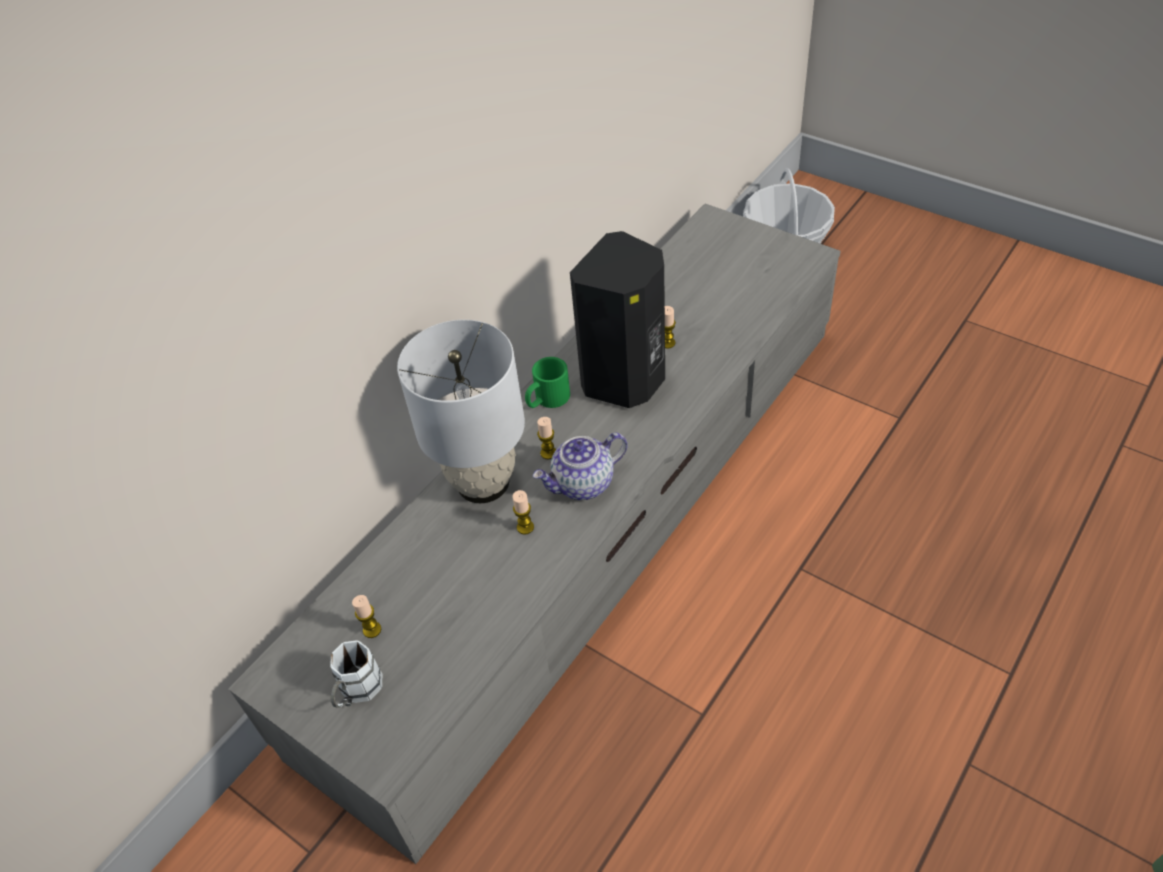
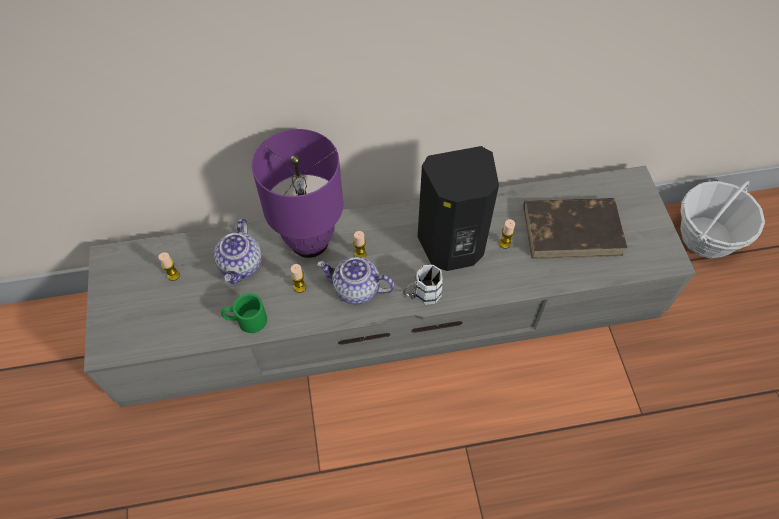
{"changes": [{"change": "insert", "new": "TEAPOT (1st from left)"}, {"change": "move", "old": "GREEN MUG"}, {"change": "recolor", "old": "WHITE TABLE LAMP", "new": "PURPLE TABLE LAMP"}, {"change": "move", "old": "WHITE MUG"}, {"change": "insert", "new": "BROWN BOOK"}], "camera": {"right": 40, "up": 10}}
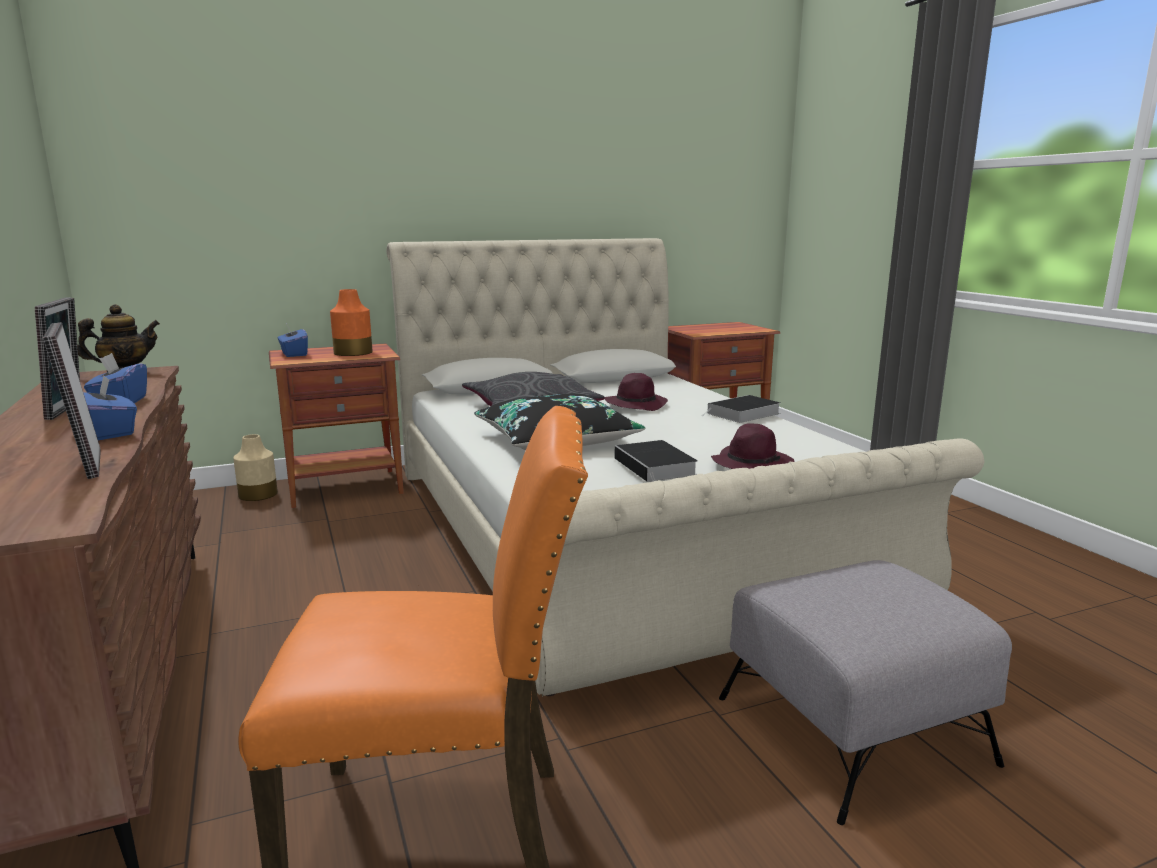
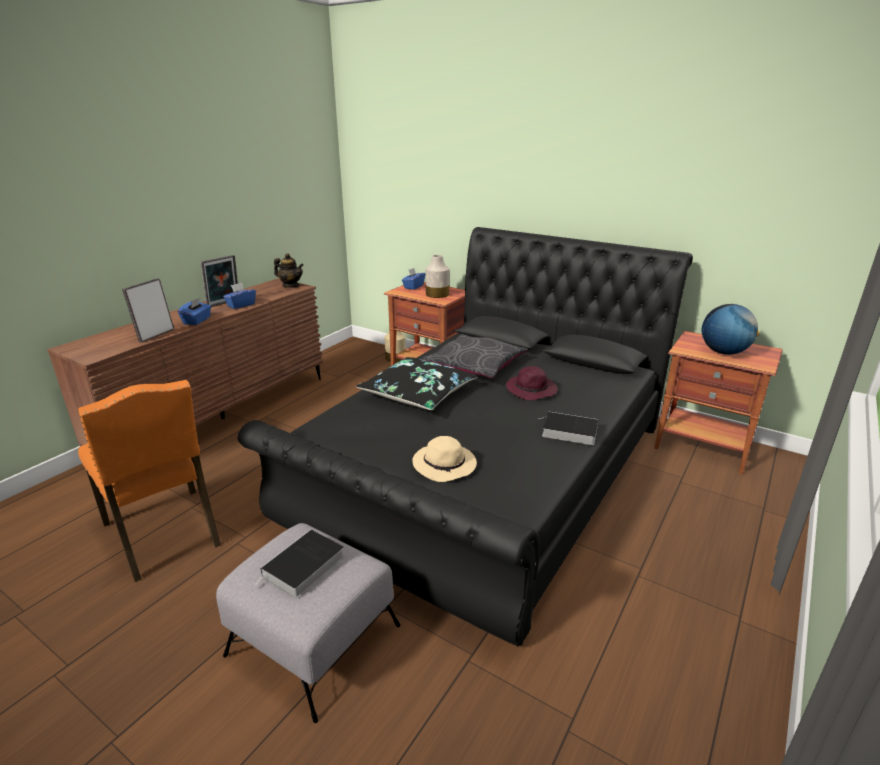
{"changes": [{"change": "recolor", "old": "BEIGE BED", "new": "BLACK BED"}, {"change": "move", "old": "BOOK (1st from left)"}, {"change": "recolor", "old": "PURPLE HAT (2nd from left)", "new": "BEIGE HAT"}, {"change": "recolor", "old": "ORANGE VASE", "new": "BEIGE VASE (2nd from left)"}, {"change": "insert", "new": "GLOBE"}], "camera": {"right": 55, "up": 10}}
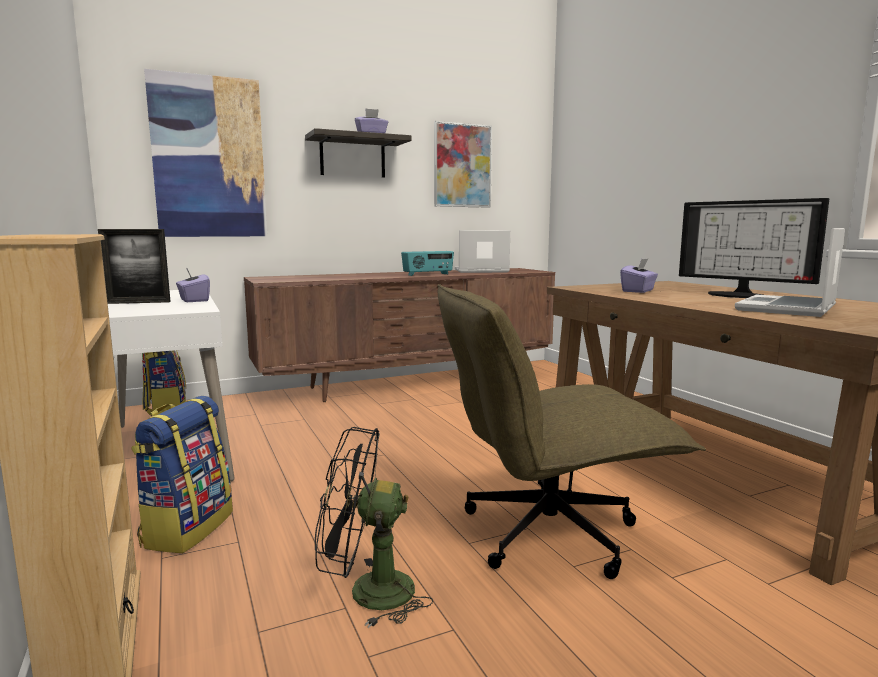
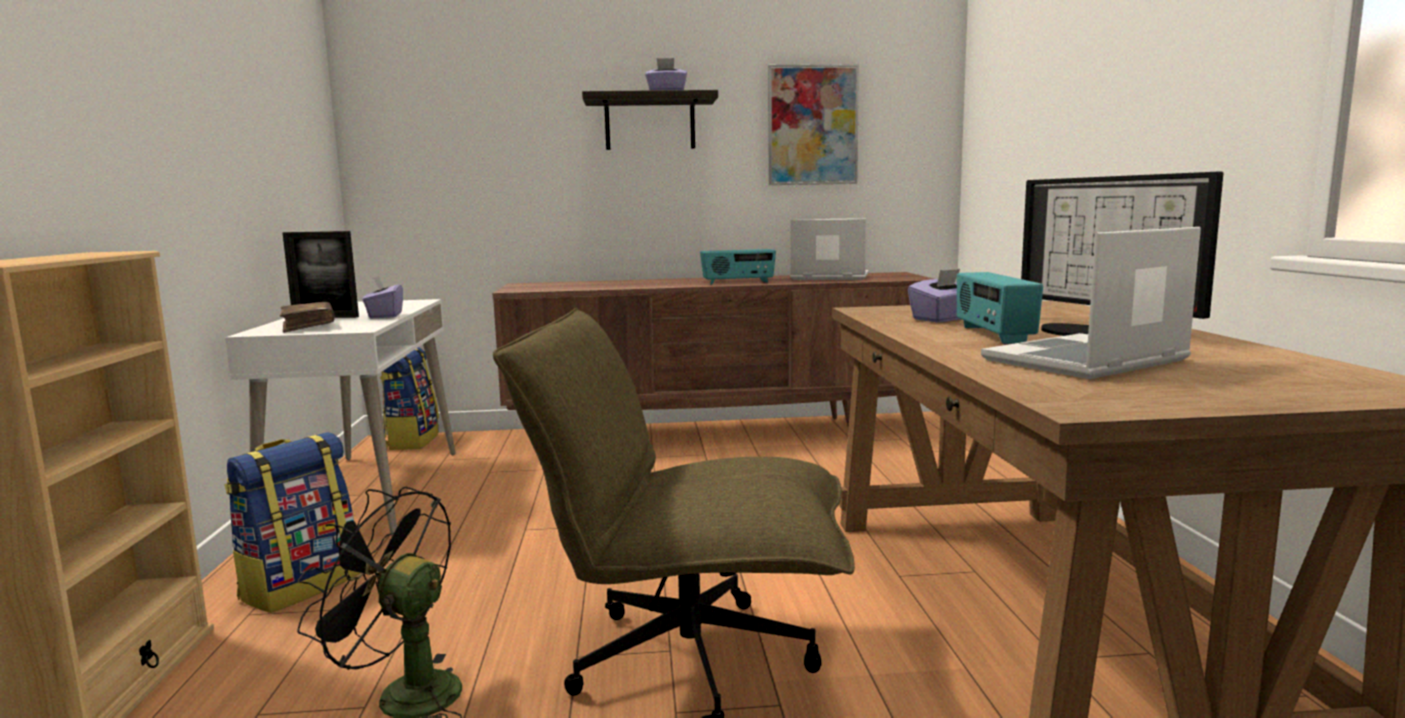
{"changes": [{"change": "insert", "new": "BROWN BOOK"}, {"change": "insert", "new": "RADIO (2nd from left)"}, {"change": "delete", "old": "PICTURE (1st from left)"}], "camera": {"right": 20, "up": 0}}
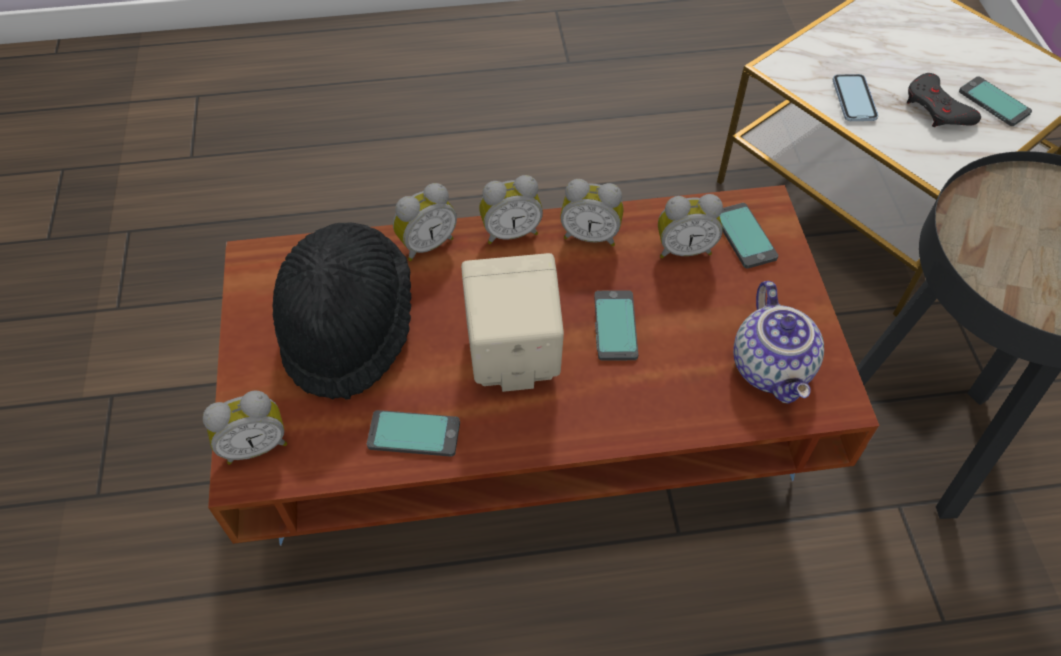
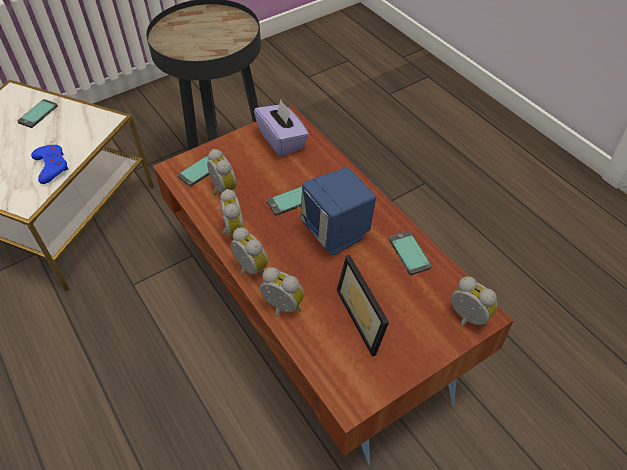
{"changes": [{"change": "replace", "old": "PHONE (4th from left)", "new": "BLUE GAME CONTROLLER"}, {"change": "replace", "old": "TEAPOT", "new": "PURPLE TISSUE BOX"}, {"change": "recolor", "old": "BEIGE SPEAKER", "new": "BLUE SPEAKER"}, {"change": "replace", "old": "BLACK HAT", "new": "PICTURE FRAME"}, {"change": "delete", "old": "GREY GAME CONTROLLER"}], "camera": {"right": -115, "up": -5}}
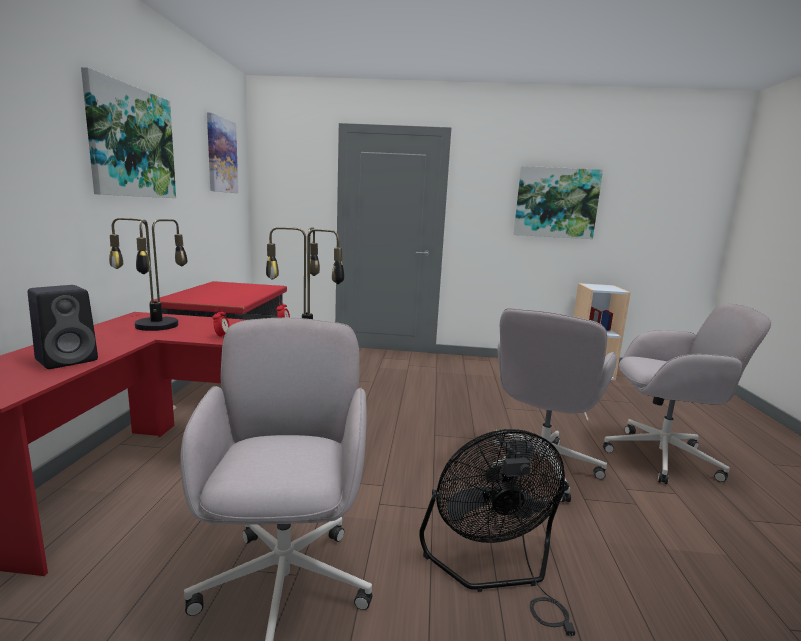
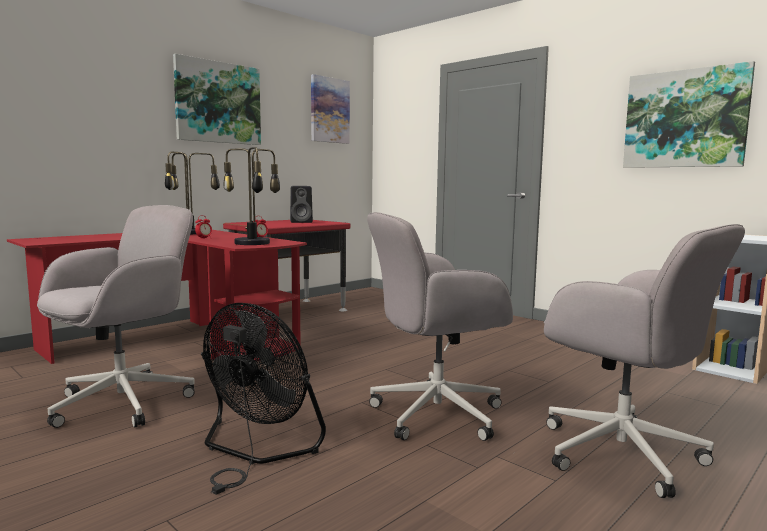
{"changes": [{"change": "move", "old": "BLACK SPEAKER"}], "camera": {"right": 40, "up": -5}}
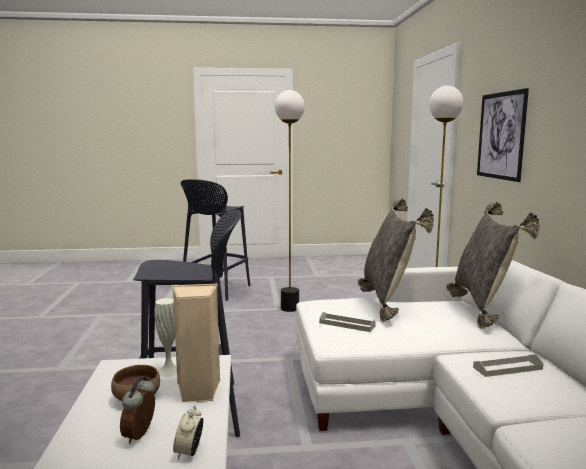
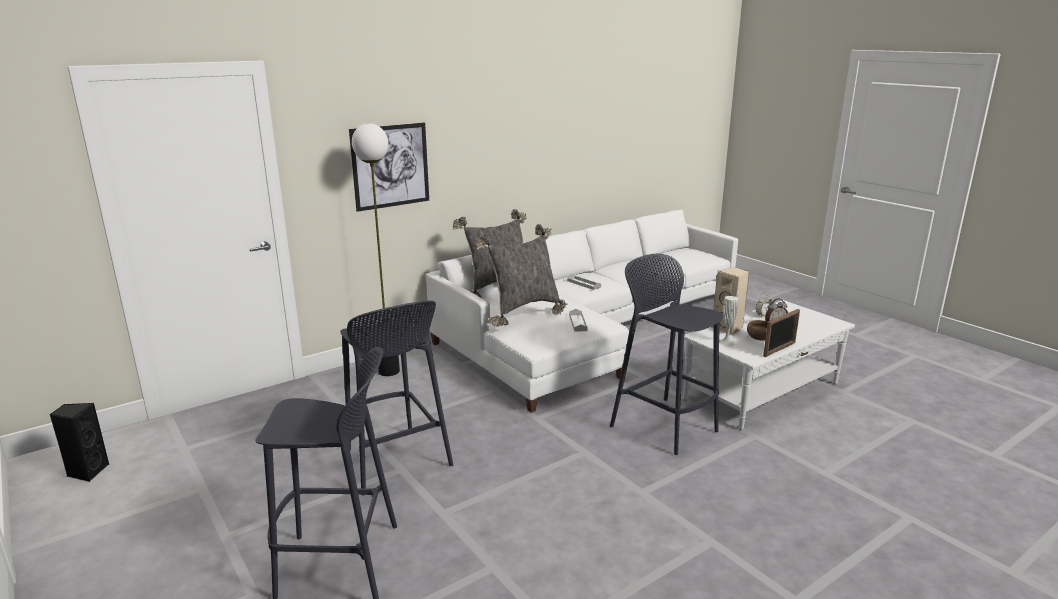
{"changes": [{"change": "insert", "new": "BLACK SPEAKER"}, {"change": "replace", "old": "FLOOR LAMP (1st from left)", "new": "GREY STOOL (2nd from left)"}, {"change": "insert", "new": "PICTURE FRAME"}], "camera": {"right": -120, "up": 10}}
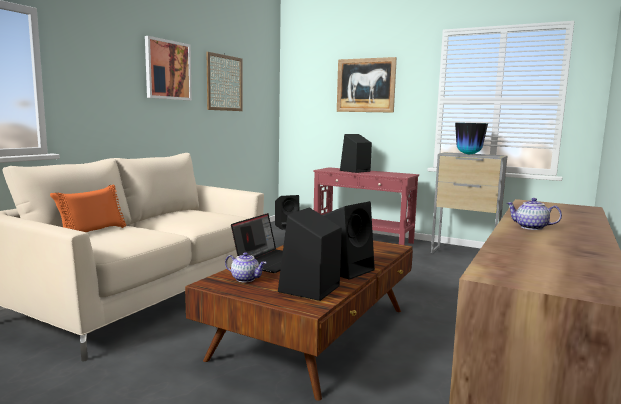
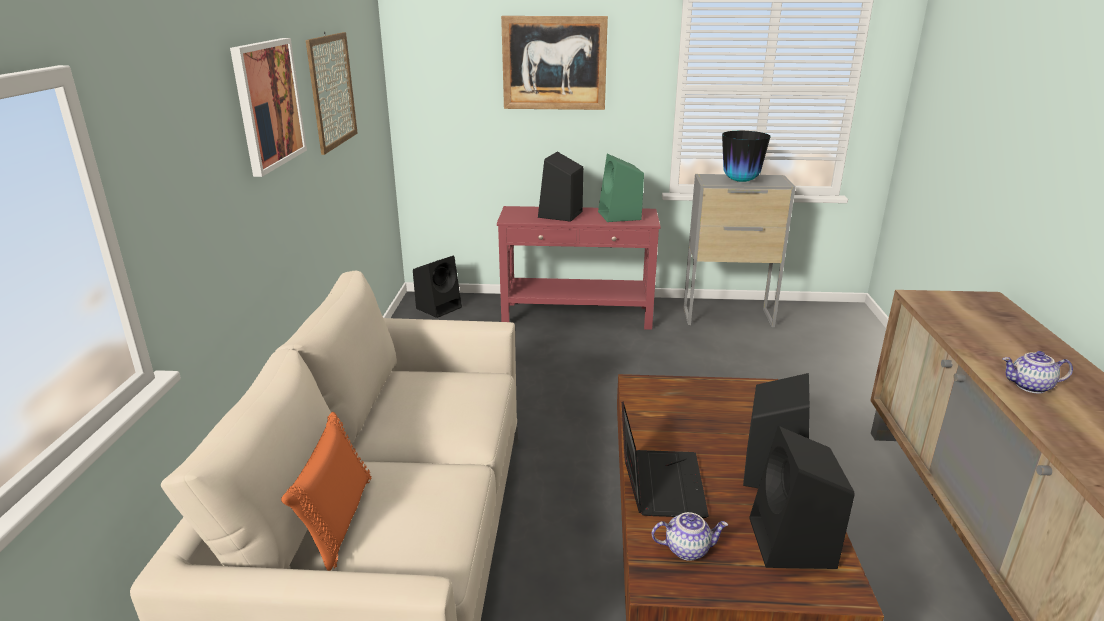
{"changes": [{"change": "insert", "new": "GREEN SPEAKER"}], "camera": {"right": -25, "up": 15}}
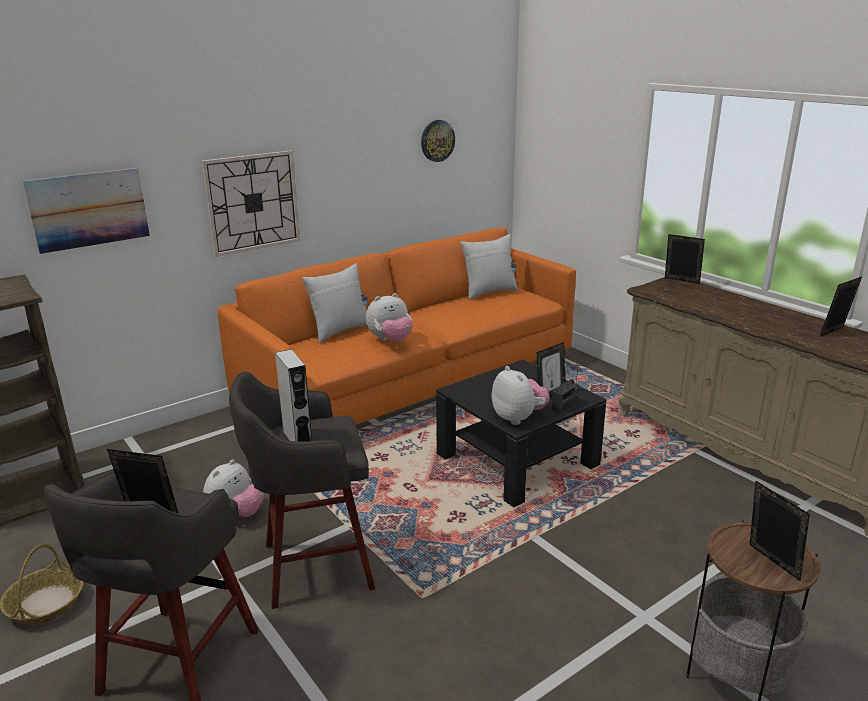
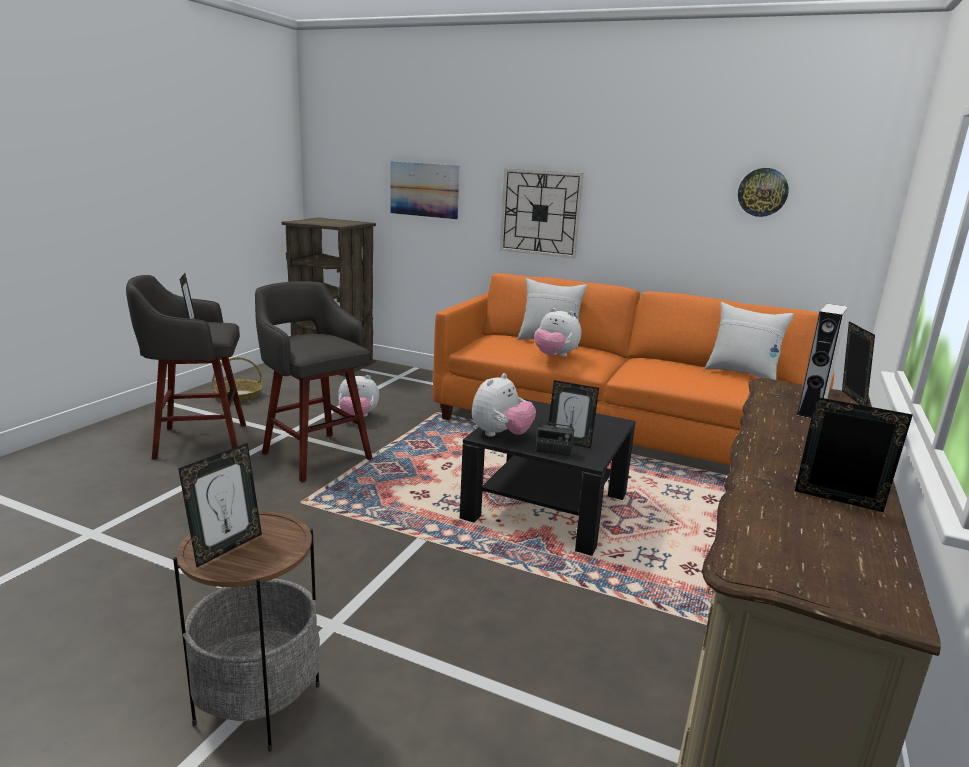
{"changes": [{"change": "move", "old": "GREY SPEAKER"}], "camera": {"right": 60, "up": -5}}
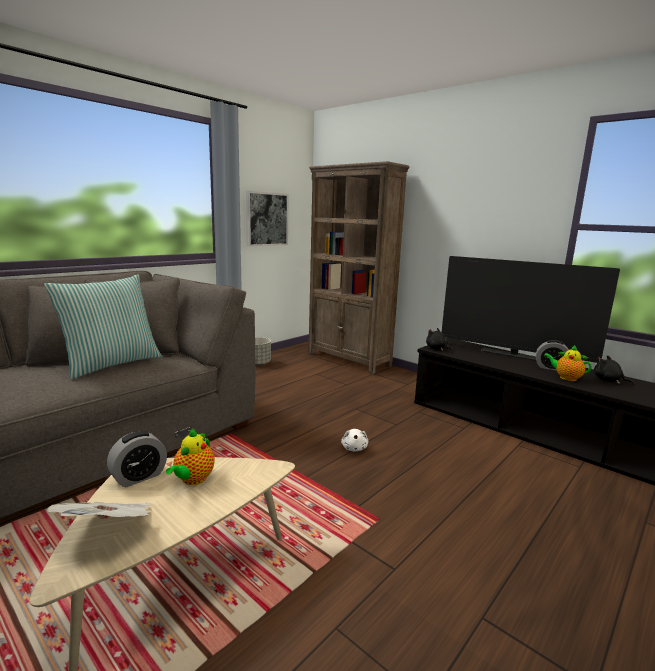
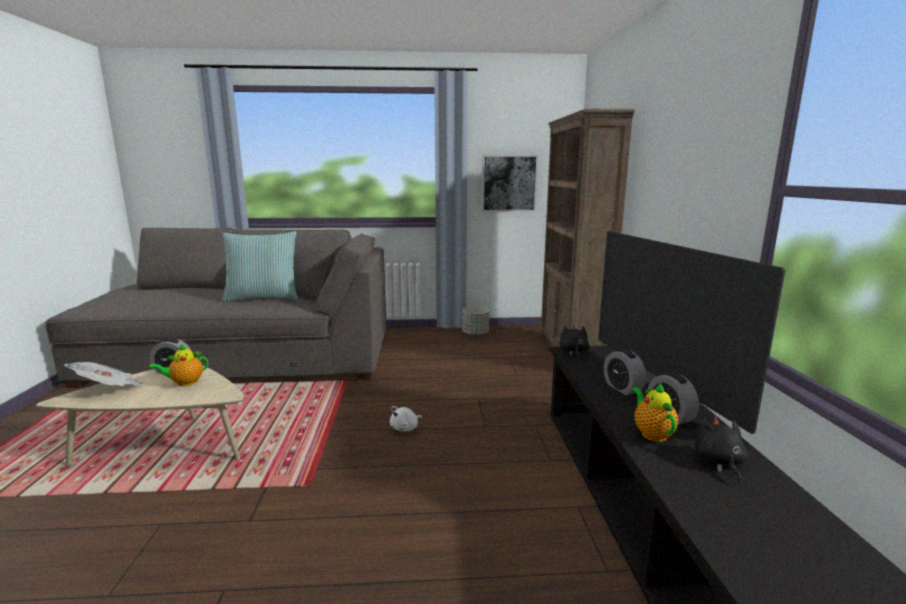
{"changes": [{"change": "insert", "new": "ALARM CLOCK (2nd from left)"}], "camera": {"right": 45, "up": 0}}
